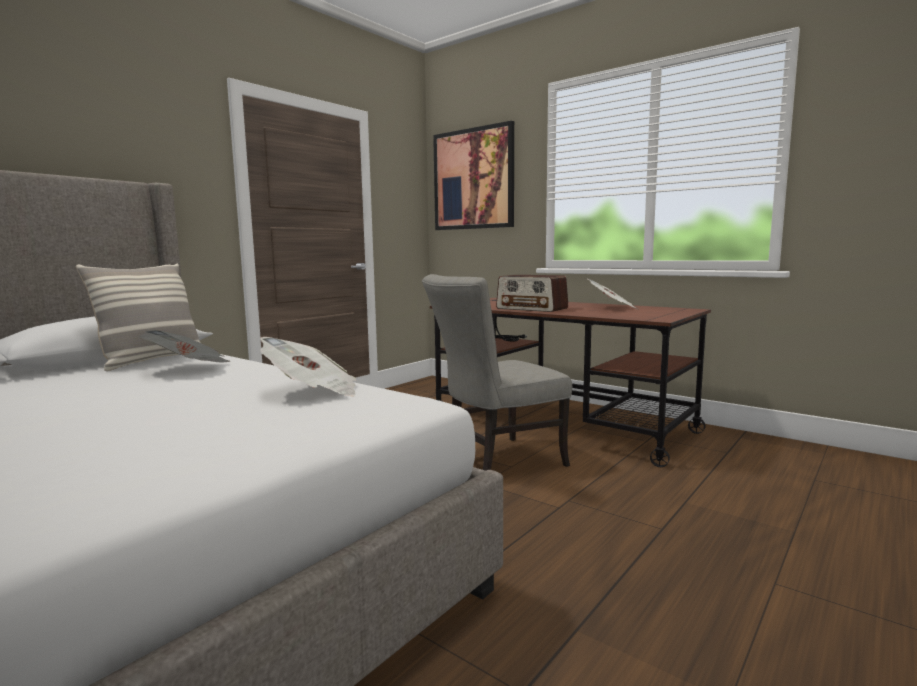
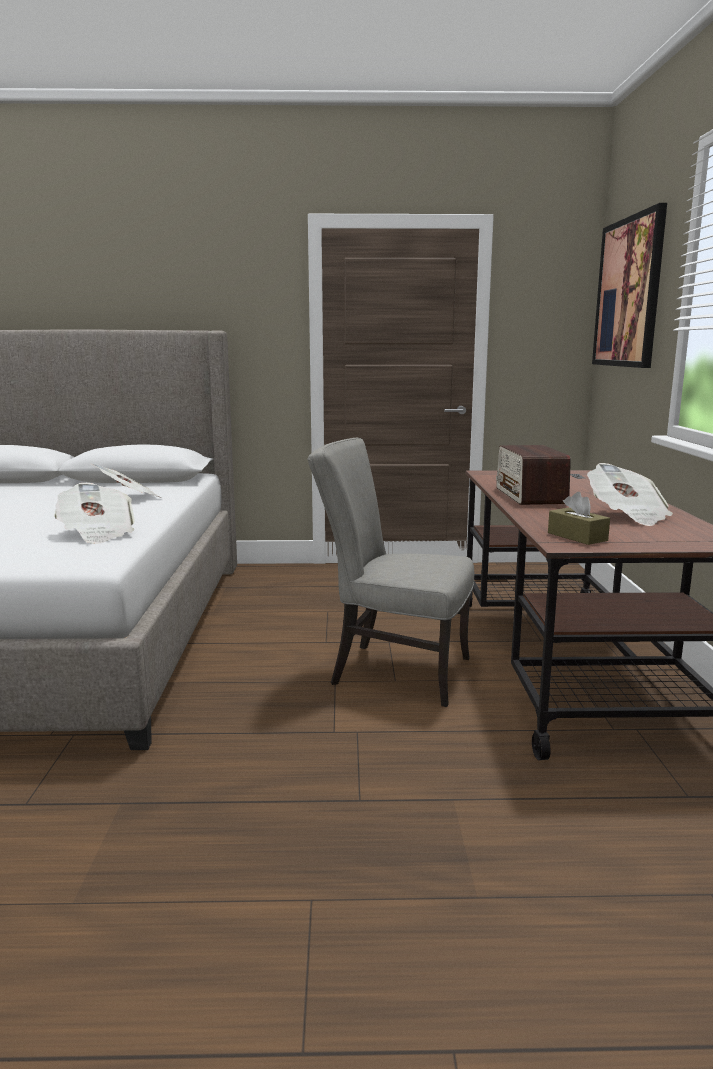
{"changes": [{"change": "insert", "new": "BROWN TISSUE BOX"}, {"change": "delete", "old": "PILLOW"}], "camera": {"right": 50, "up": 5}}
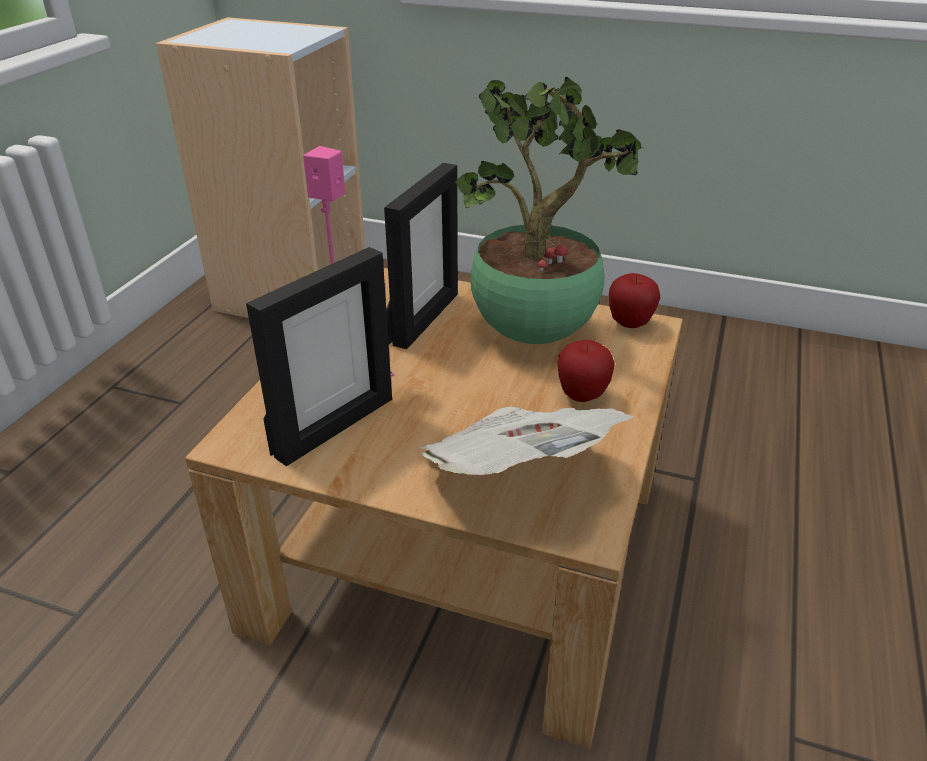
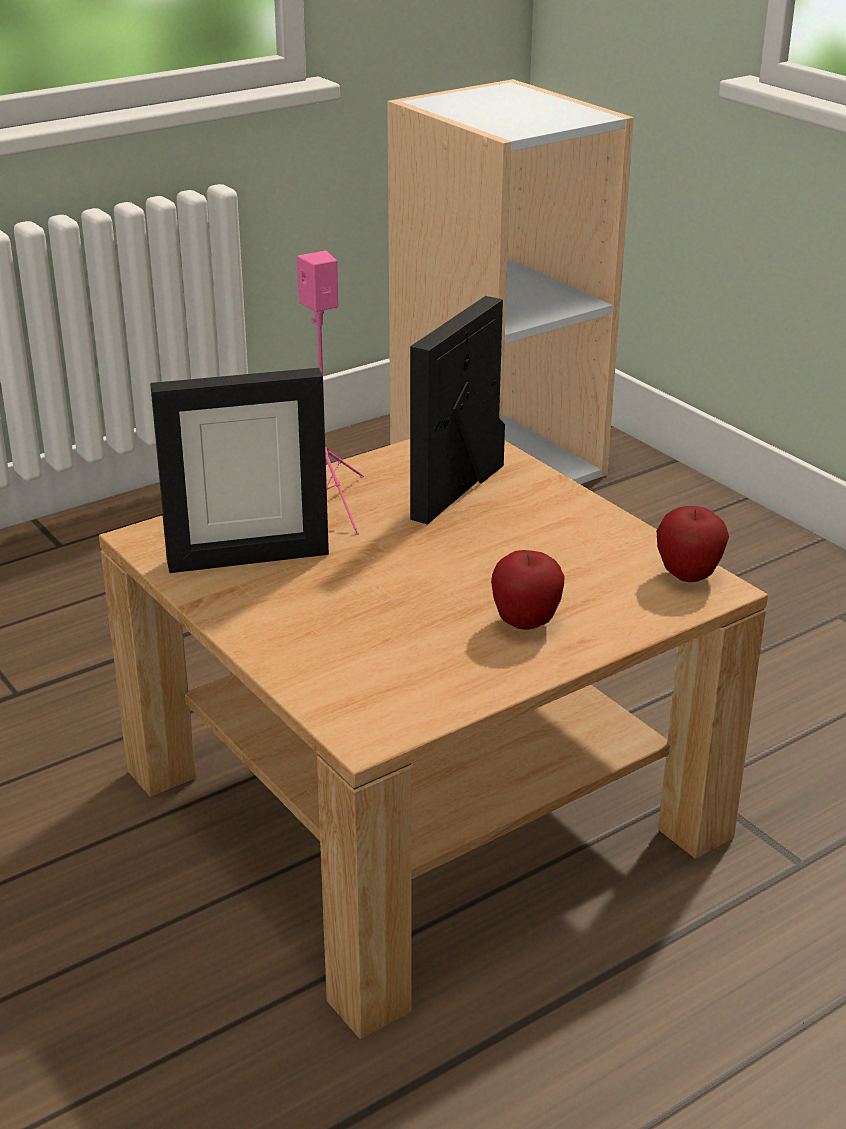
{"changes": [{"change": "rotate", "old": "PICTURE FRAME (2nd from left)", "degrees": 150}, {"change": "delete", "old": "NEWSPAPER"}, {"change": "delete", "old": "POTTED PLANT"}], "camera": {"right": 35, "up": -5}}
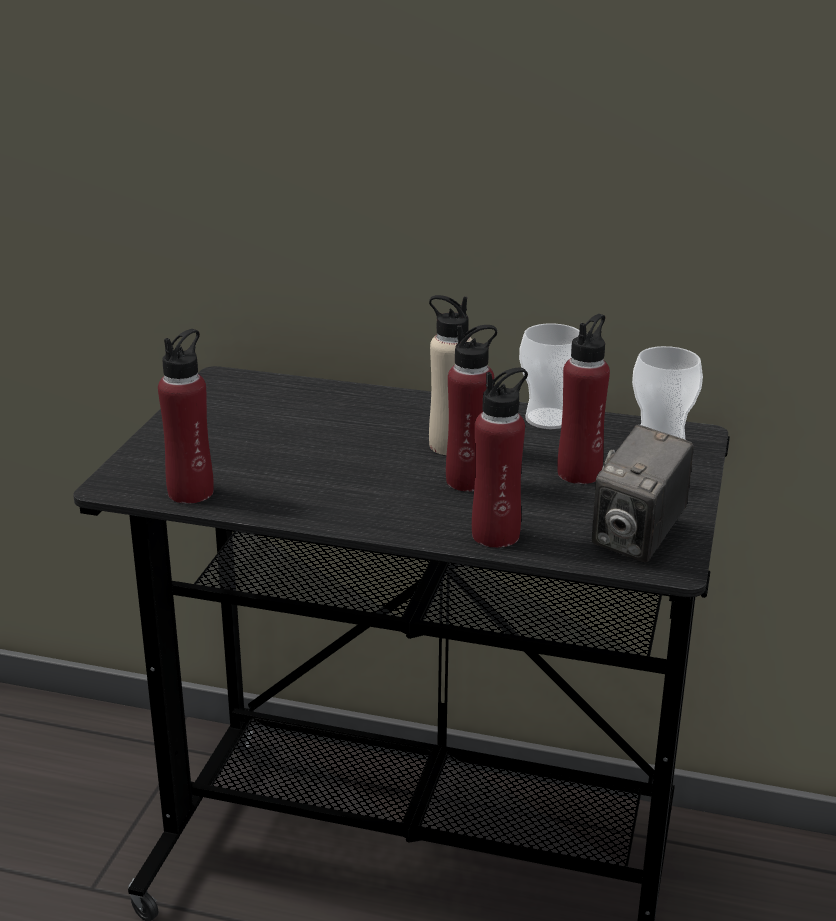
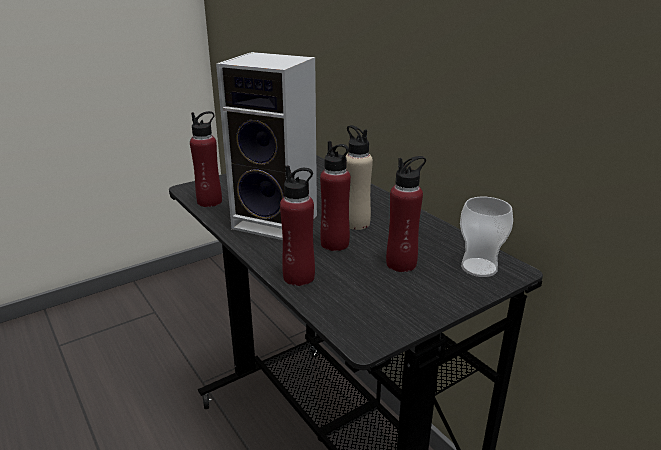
{"changes": [{"change": "insert", "new": "SPEAKER"}, {"change": "delete", "old": "CUP (1st from left)"}, {"change": "delete", "old": "PHOTO CAMERA"}], "camera": {"right": 40, "up": 0}}
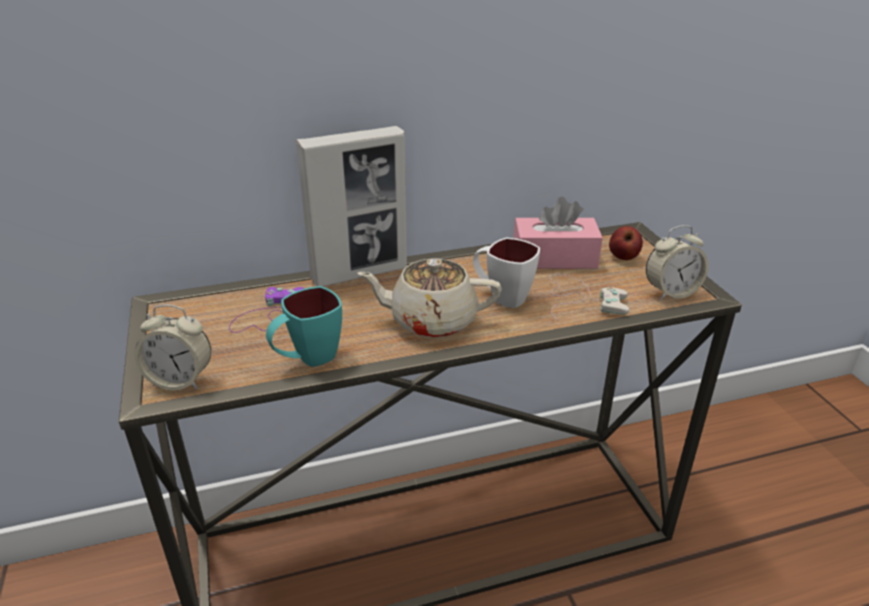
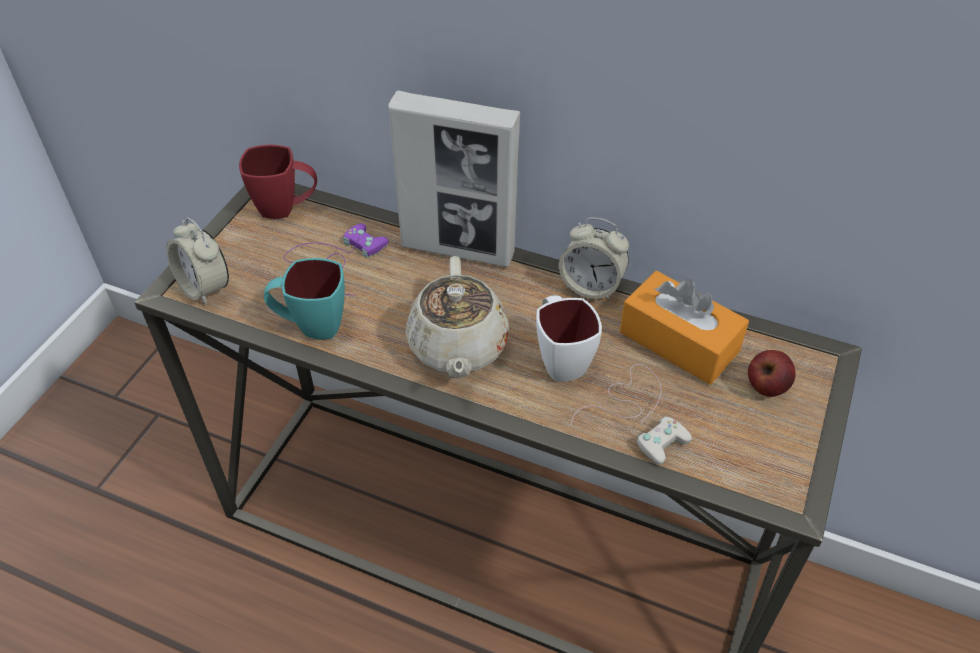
{"changes": [{"change": "insert", "new": "RED MUG"}, {"change": "rotate", "old": "BEIGE TEAPOT", "degrees": -135}, {"change": "move", "old": "ALARM CLOCK (2nd from left)"}, {"change": "recolor", "old": "PINK TISSUE BOX", "new": "ORANGE TISSUE BOX"}], "camera": {"right": 40, "up": 15}}
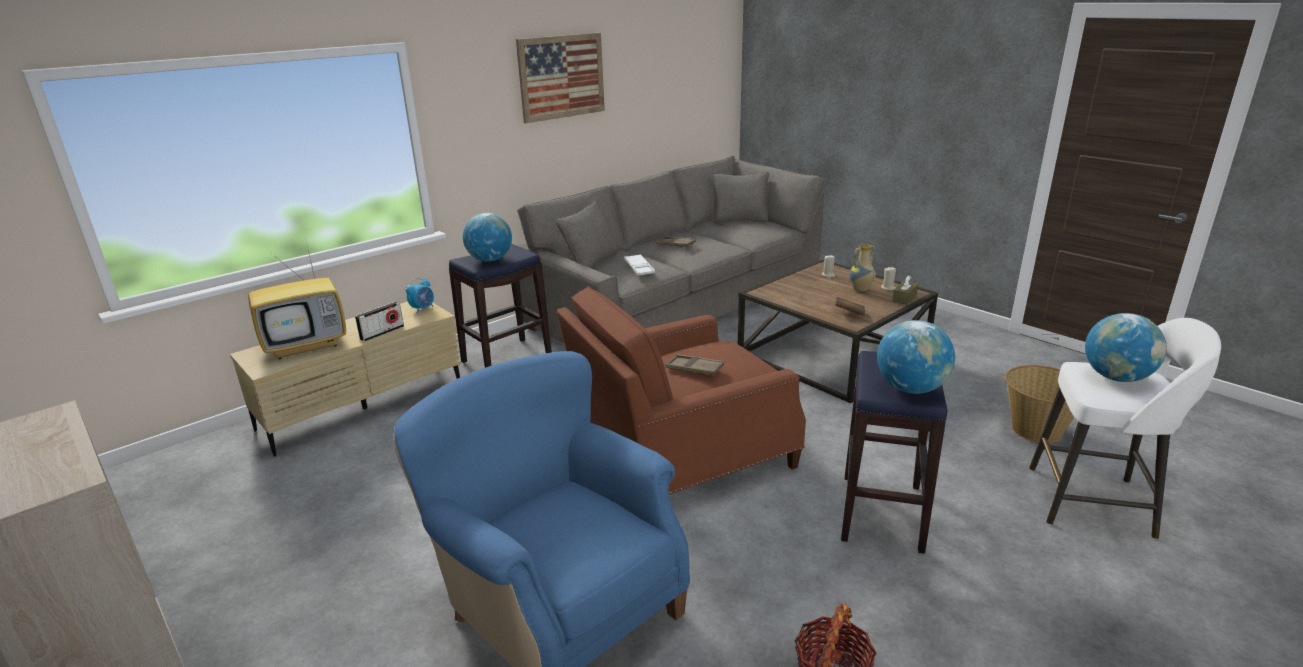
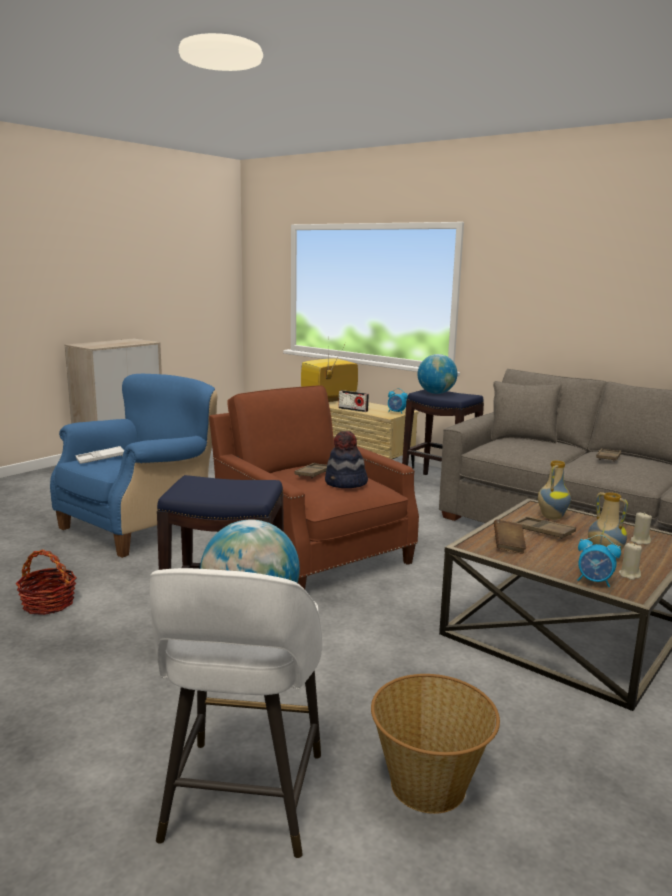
{"changes": [{"change": "move", "old": "WHITE TRAY"}, {"change": "rotate", "old": "TELEVISION", "degrees": 90}, {"change": "insert", "new": "HAT"}, {"change": "insert", "new": "BROWN TRAY (2nd from left)"}, {"change": "insert", "new": "VASE (1st from left)"}, {"change": "replace", "old": "BROWN TISSUE BOX", "new": "ALARM CLOCK (2nd from left)"}, {"change": "delete", "old": "PICTURE"}, {"change": "delete", "old": "GLOBE (2nd from left)"}], "camera": {"right": 80, "up": -10}}
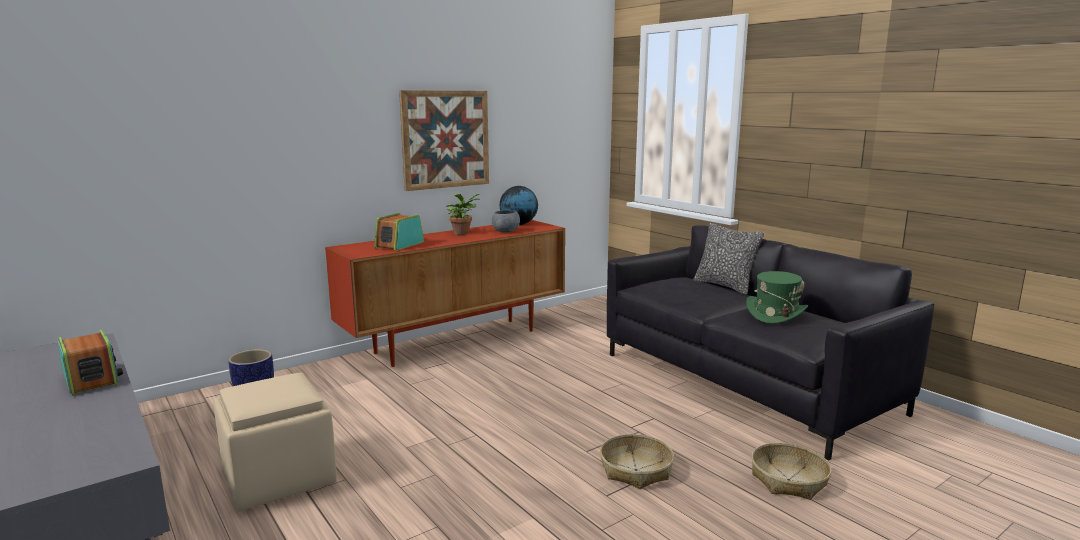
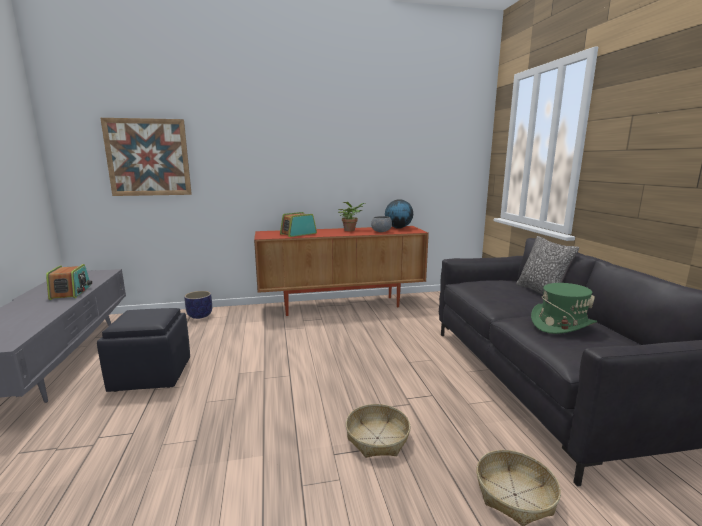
{"changes": [{"change": "recolor", "old": "BEIGE OTTOMAN", "new": "BLACK OTTOMAN"}, {"change": "move", "old": "PICTURE"}], "camera": {"right": 25, "up": 0}}
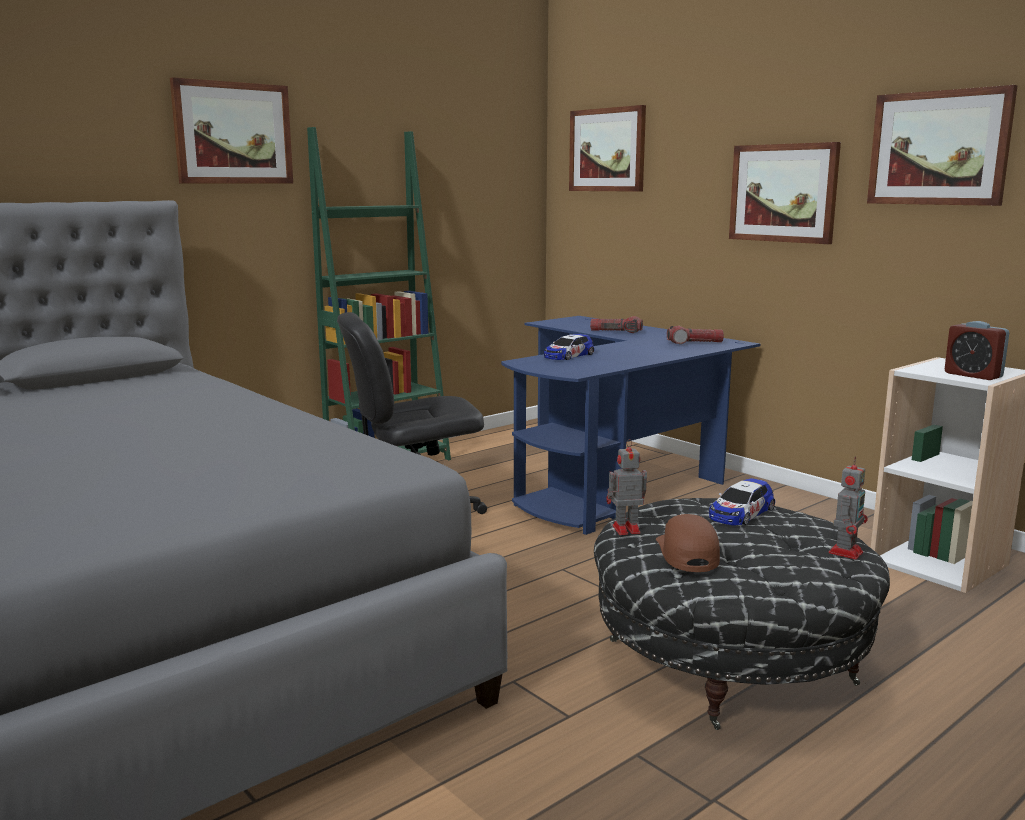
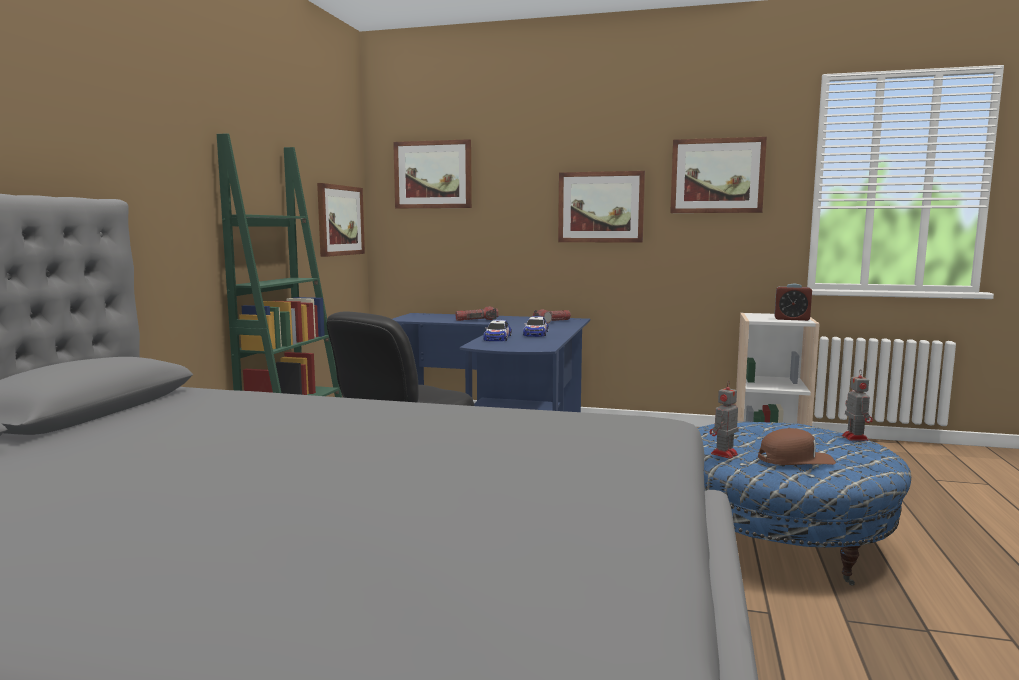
{"changes": [{"change": "move", "old": "PICTURE (1st from left)"}, {"change": "move", "old": "TOY CAR (2nd from left)"}, {"change": "recolor", "old": "BLACK OTTOMAN", "new": "BLUE OTTOMAN"}, {"change": "rotate", "old": "BROWN CAP", "degrees": 120}], "camera": {"right": -35, "up": -5}}
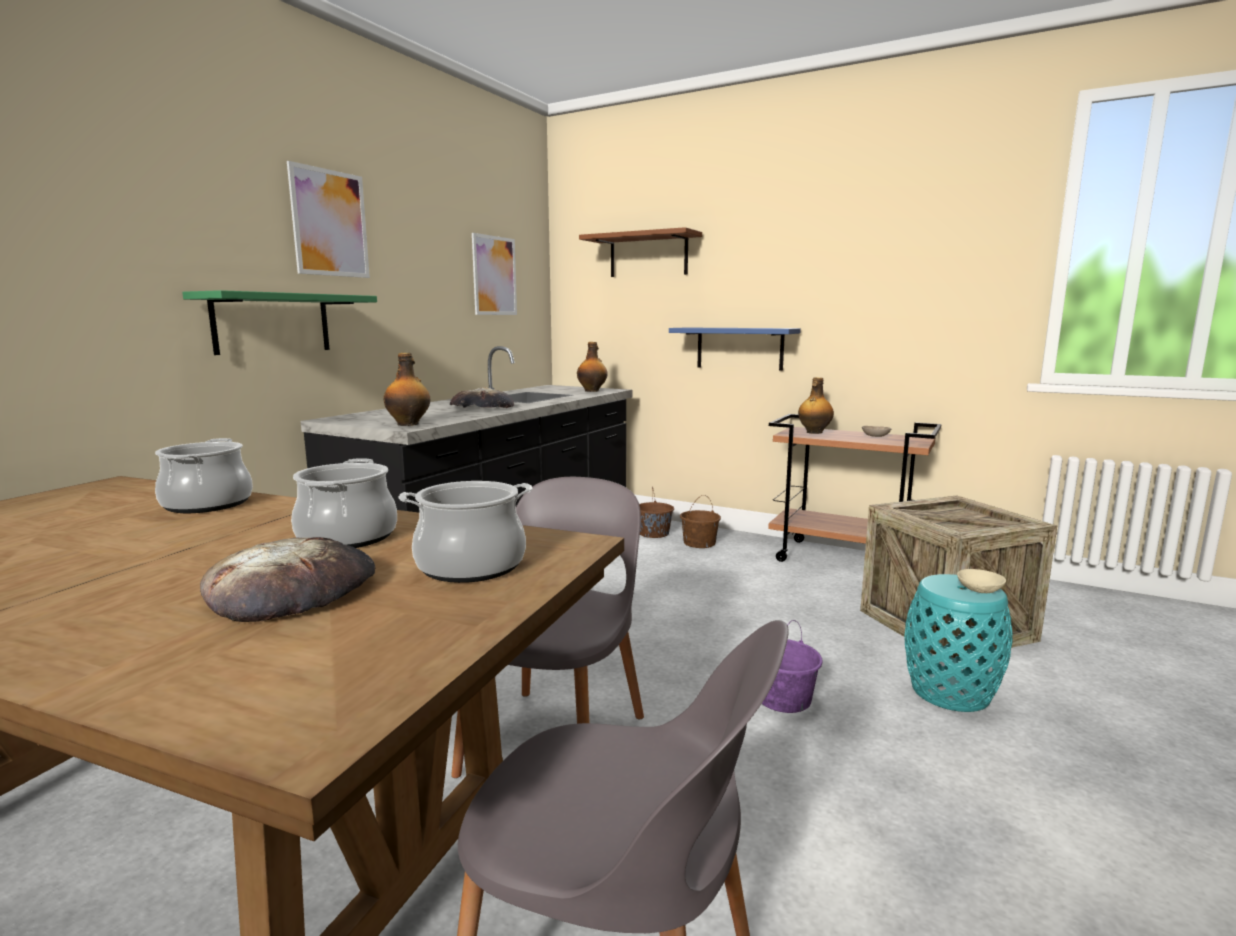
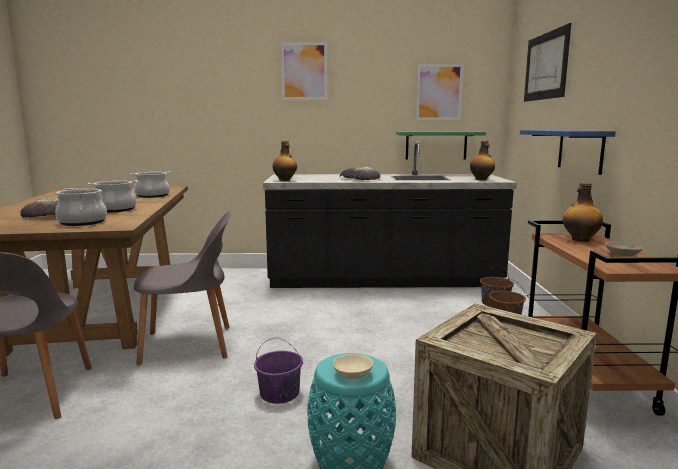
{"changes": [{"change": "move", "old": "GREEN SHELF"}, {"change": "replace", "old": "BROWN SHELF", "new": "PICTURE (3rd from left)"}], "camera": {"right": 60, "up": 0}}
